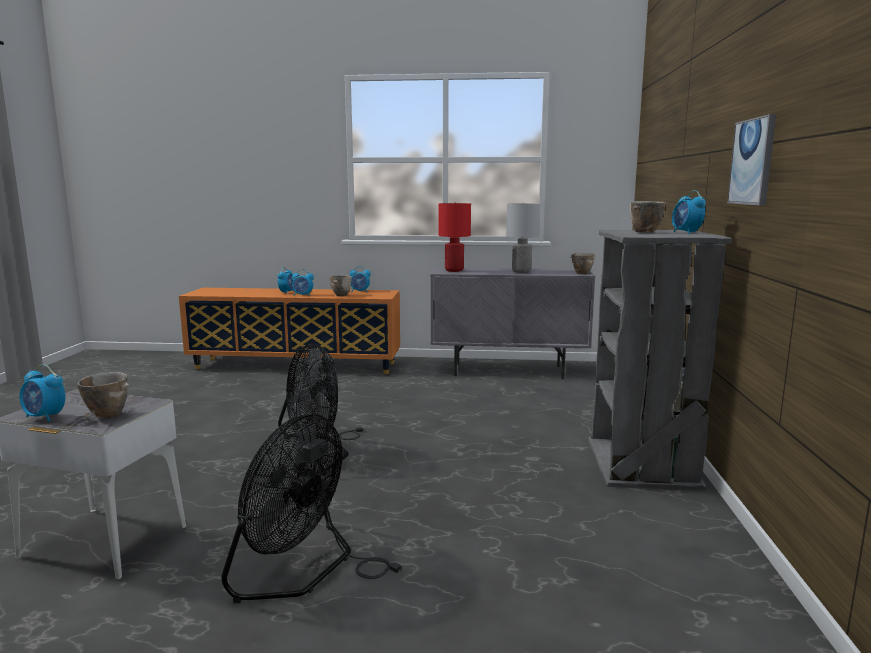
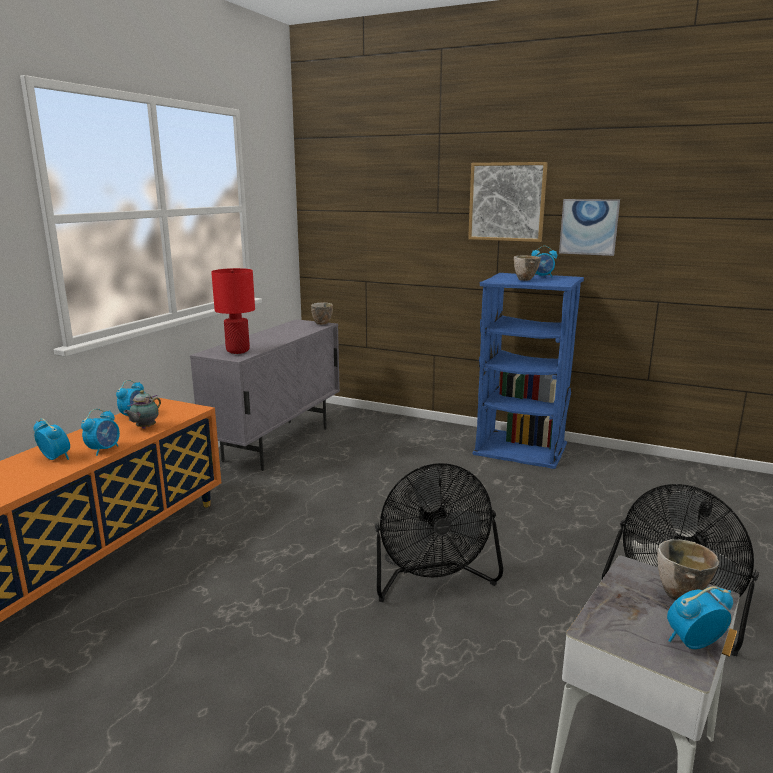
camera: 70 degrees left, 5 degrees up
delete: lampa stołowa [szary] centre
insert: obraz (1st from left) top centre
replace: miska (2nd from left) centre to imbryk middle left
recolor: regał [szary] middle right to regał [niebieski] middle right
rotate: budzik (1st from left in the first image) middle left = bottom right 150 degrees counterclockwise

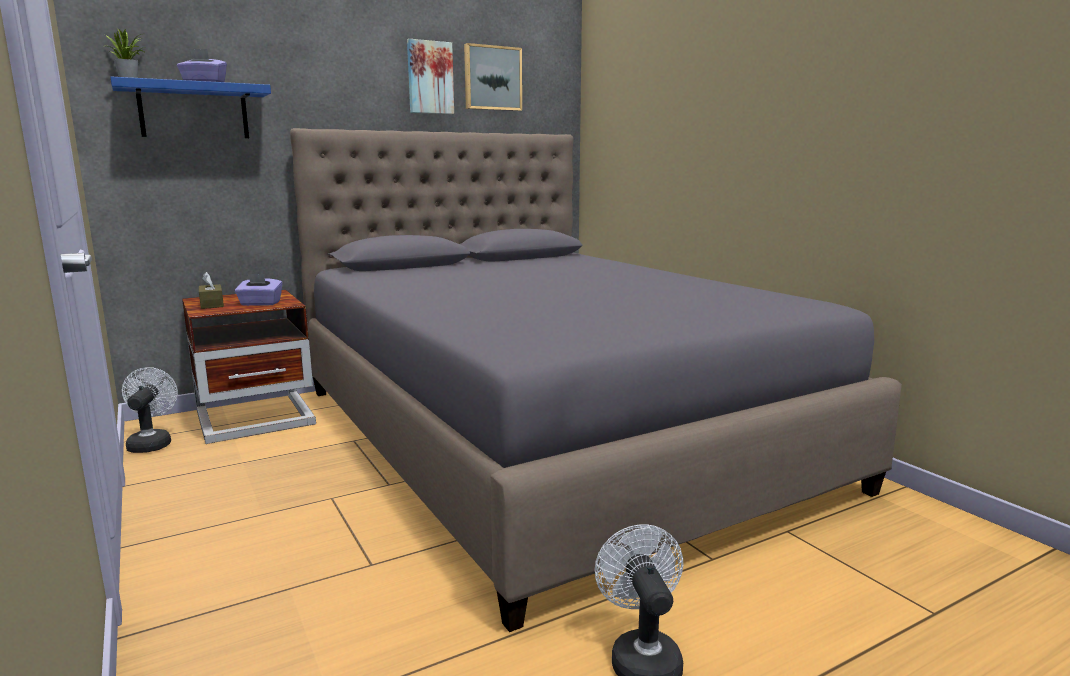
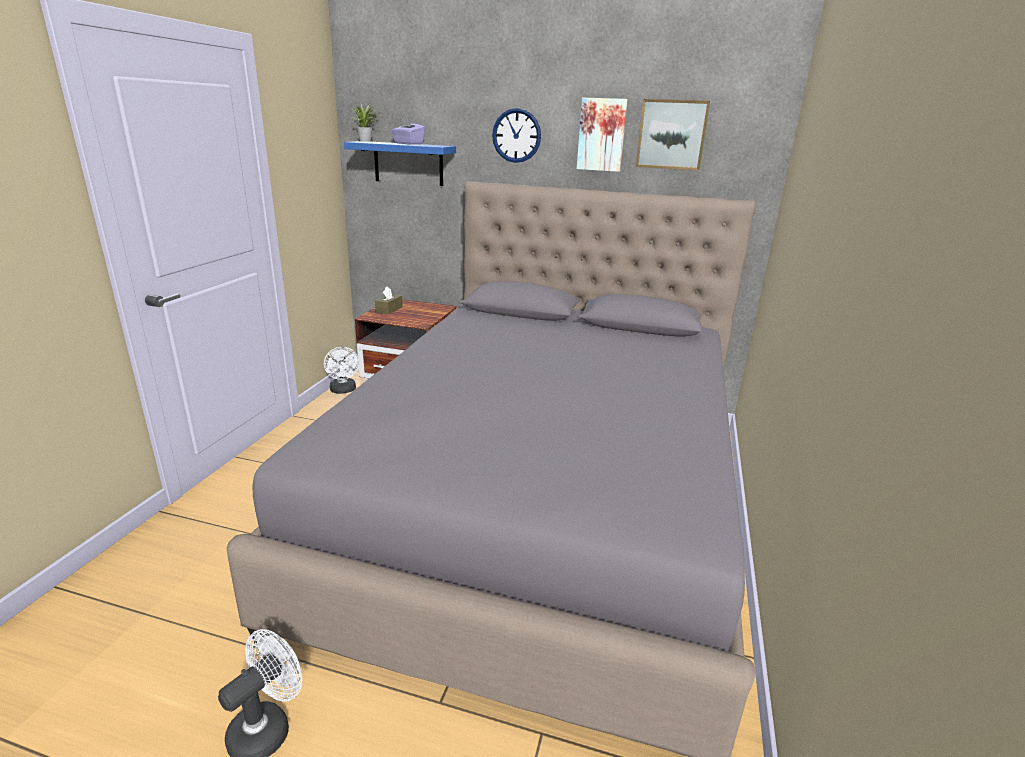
camera: 45 degrees right, 10 degrees up
delete: pudełko chusteczek [fioletowy] (2nd from left) middle left
insert: zegar ścienny top centre
rotate: wentylator [biały] (1st from left in the first image) middle left = middle left 120 degrees clockwise

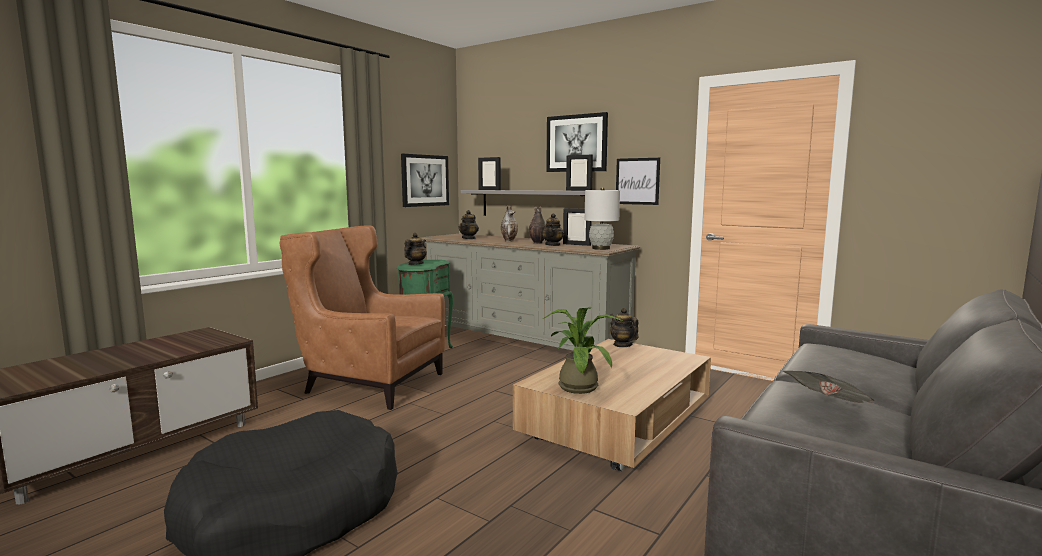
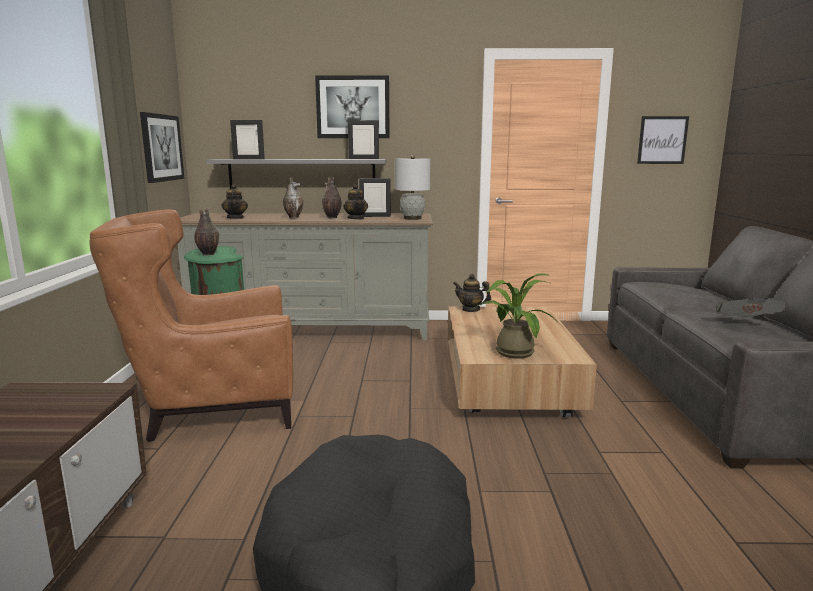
camera: 35 degrees left, 5 degrees up
move: obraz (3rd from left) top centre to top right
replace: imbryk (1st from left) centre to wazon (1st from left) middle left

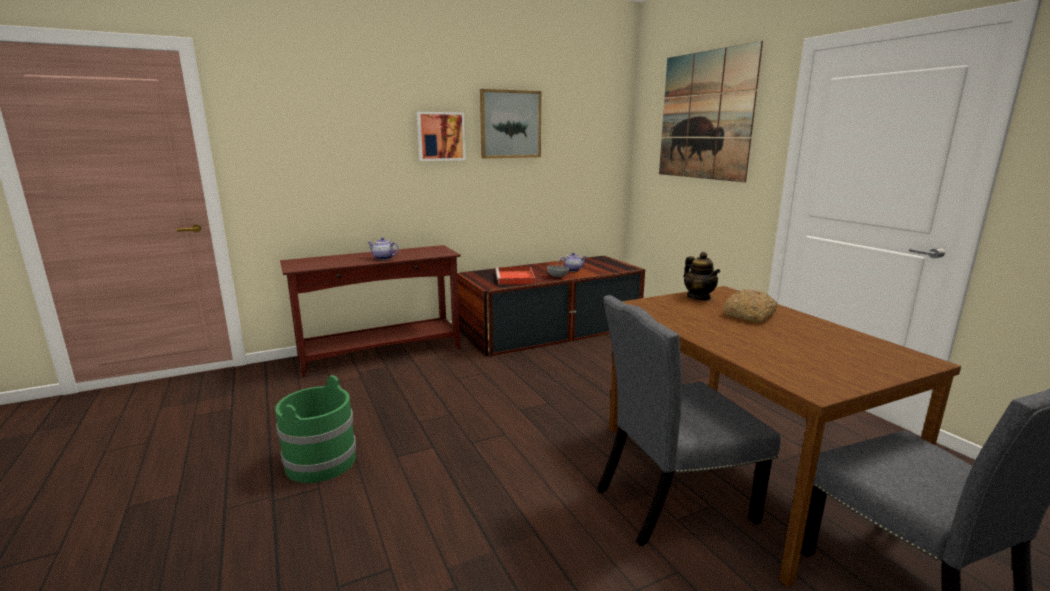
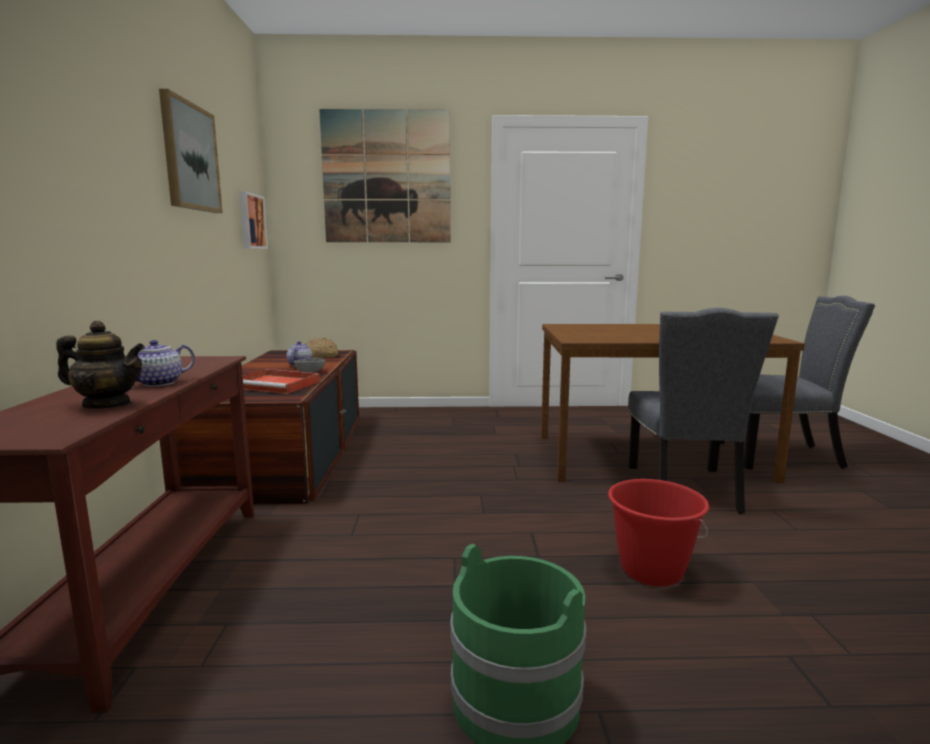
camera: 65 degrees left, 5 degrees down
insert: wiadro [czerwony] bottom right
move: imbryk (3rd from left in the first image) middle right to imbryk (1st from left) middle left; obraz (1st from left in the first image) top centre to obraz (2nd from left) top left; chleb middle right to centre

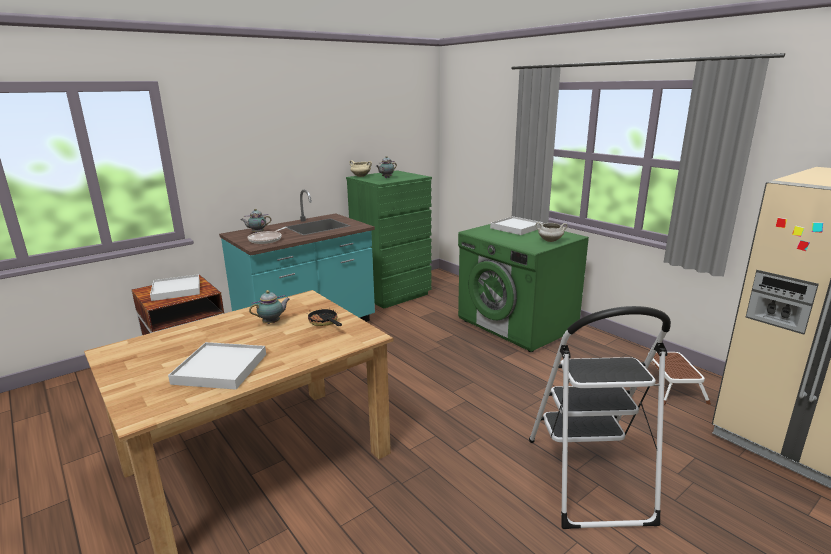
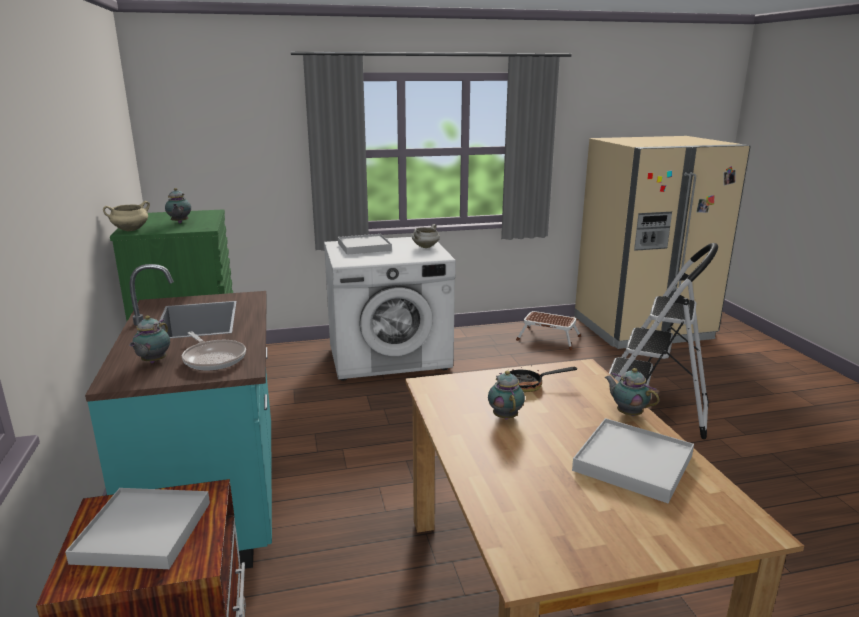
camera: 65 degrees left, 0 degrees up
insert: imbryk (4th from left) middle right
recolor: pralka [zielony] centre to pralka [biały] centre

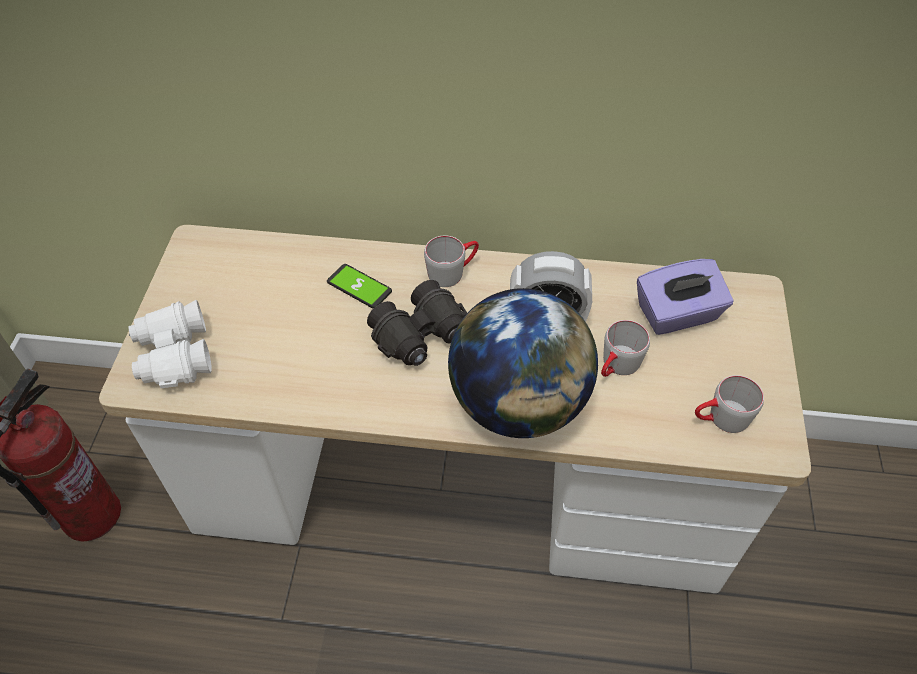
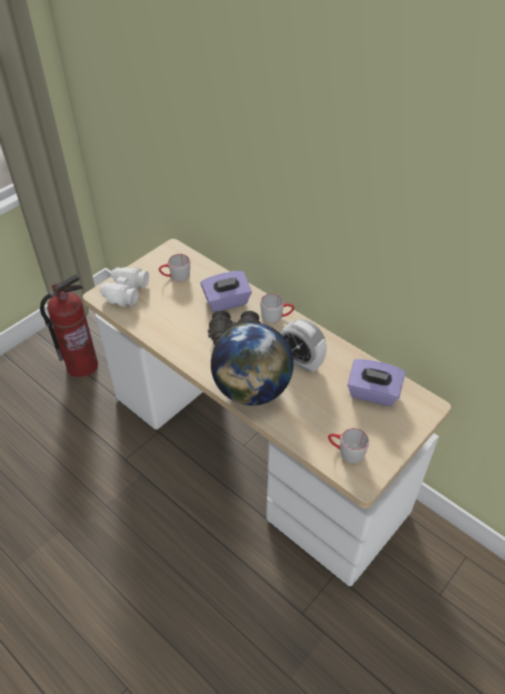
camera: 35 degrees right, 5 degrees down
move: kubek [szary] (2nd from left in the first image) middle right to kubek [szary] (1st from left) centre
replace: telefon centre to pudełko chusteczek [fioletowy] (1st from left) centre

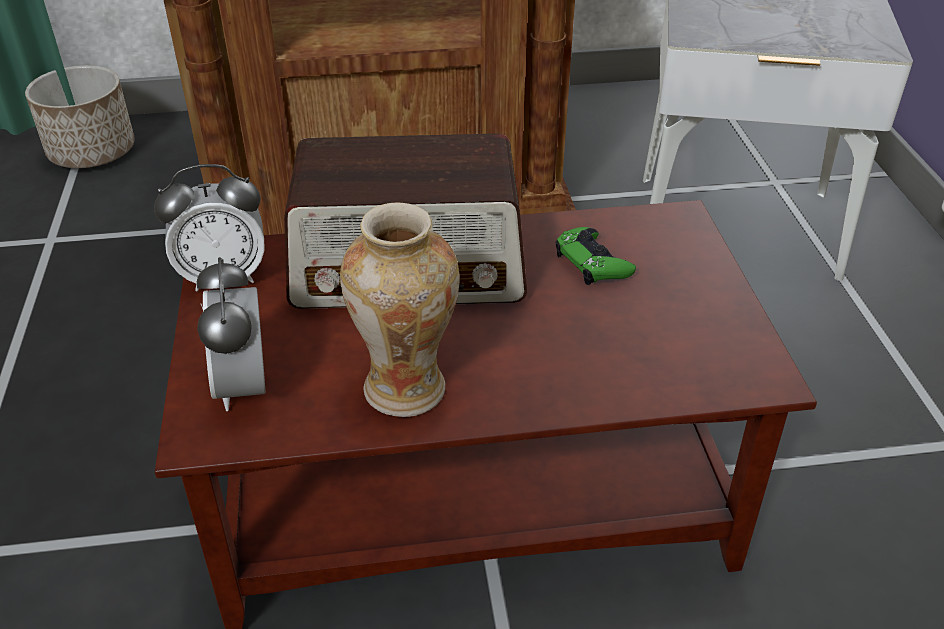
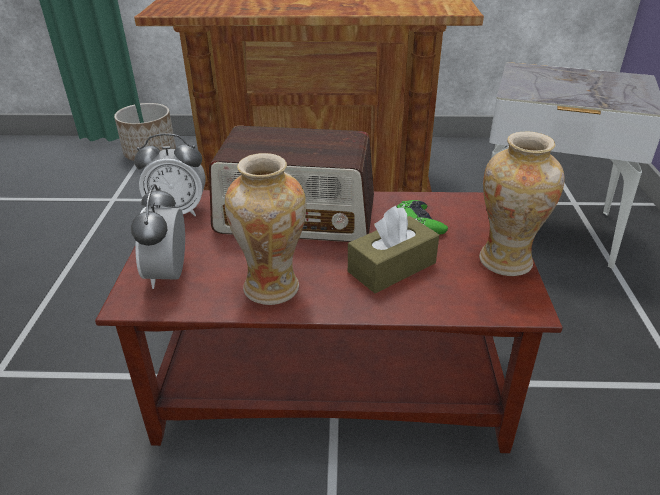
camera: 10 degrees right, 5 degrees down
insert: pudełko chusteczek [brązowy] centre; wazon (2nd from left) middle right

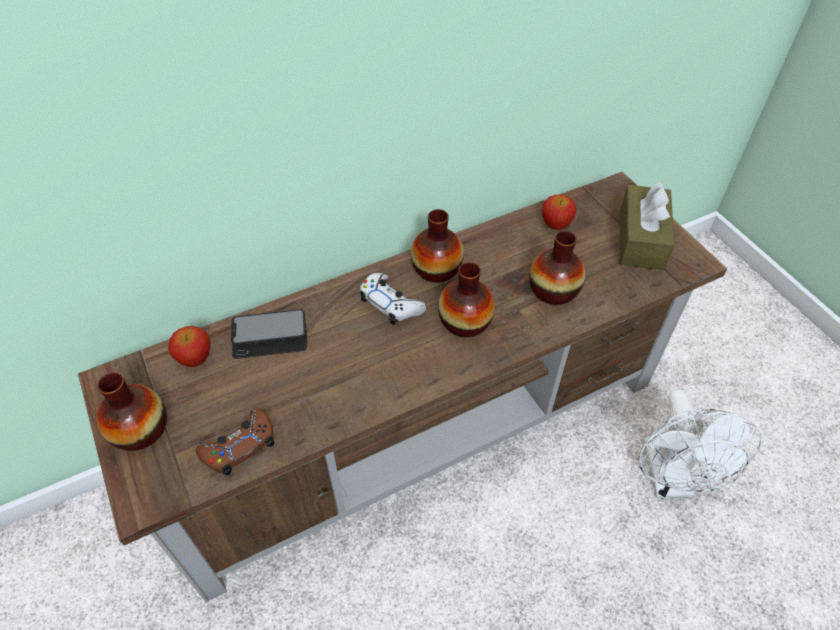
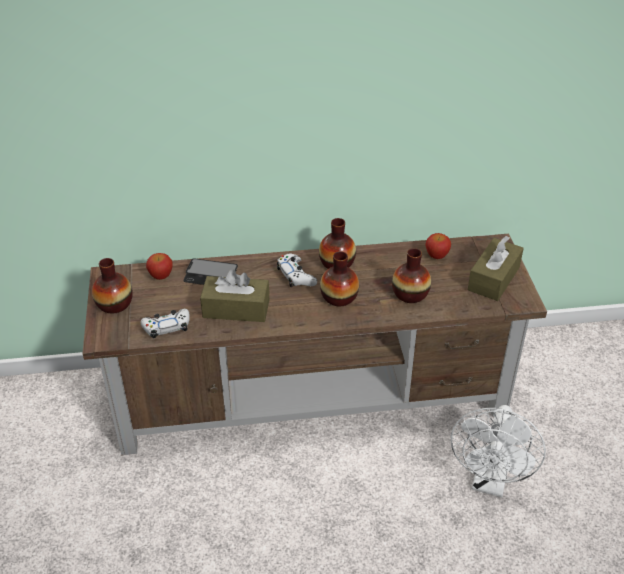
camera: 20 degrees right, 10 degrees down
insert: pudełko chusteczek [brązowy] (1st from left) centre
recolor: pad do gier [brązowy] bottom left to pad do gier [biały] (1st from left) middle left

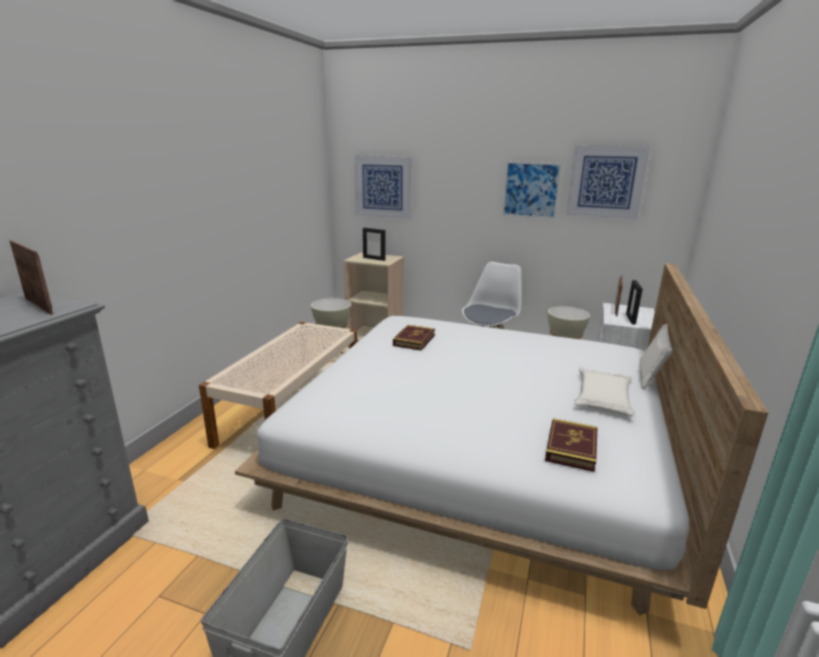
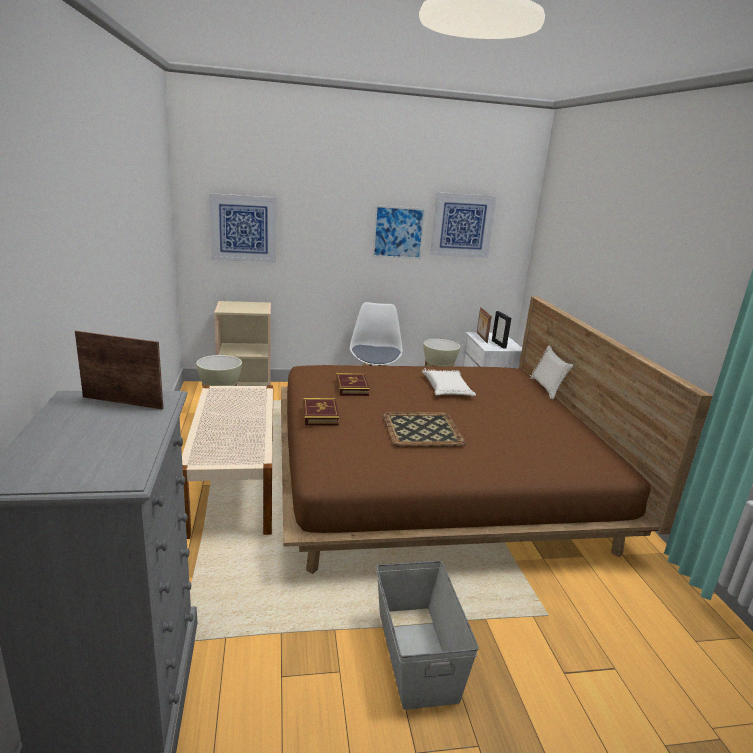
camera: 30 degrees left, 0 degrees up
delete: ramka na zdjęcie (2nd from left) centre
insert: taca centre
move: książka (2nd from left in the first image) bottom right to książka (1st from left) centre; poduszka [biały] (1st from left) middle right to centre
recolor: łóżko [biały] bottom centre to łóżko [brązowy] centre

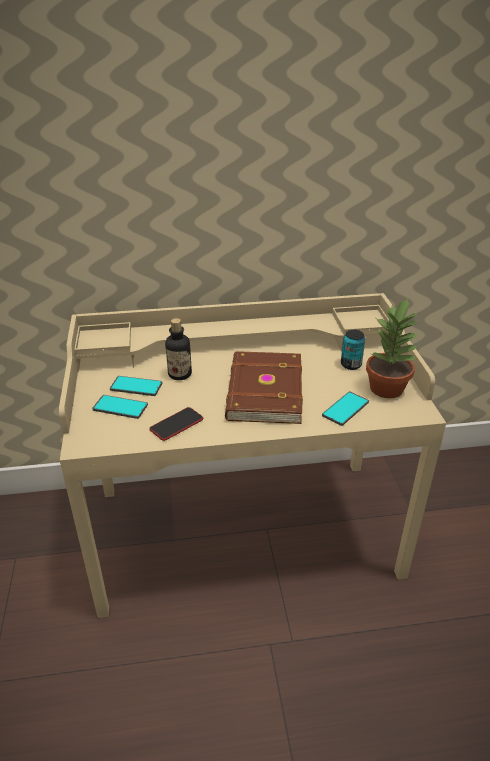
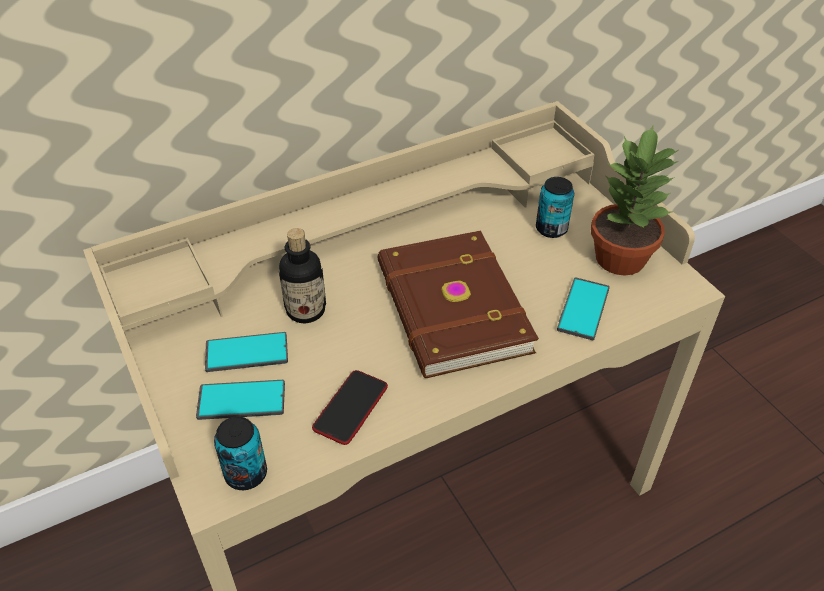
camera: 20 degrees left, 10 degrees up
insert: puszka (1st from left) bottom left

